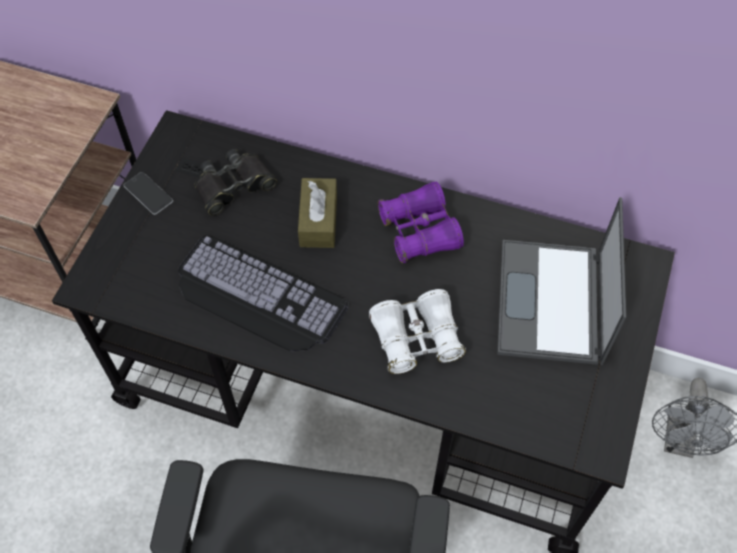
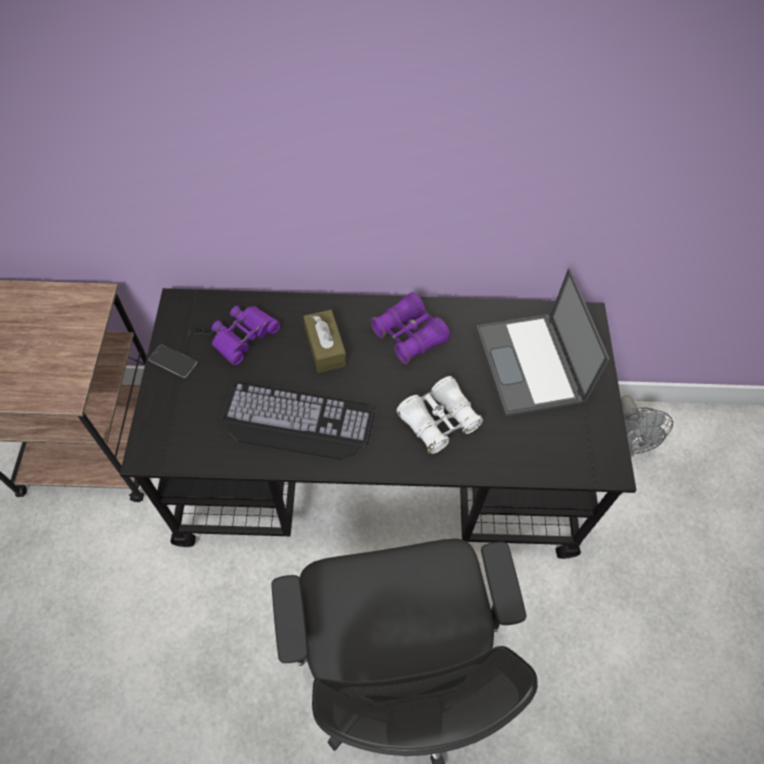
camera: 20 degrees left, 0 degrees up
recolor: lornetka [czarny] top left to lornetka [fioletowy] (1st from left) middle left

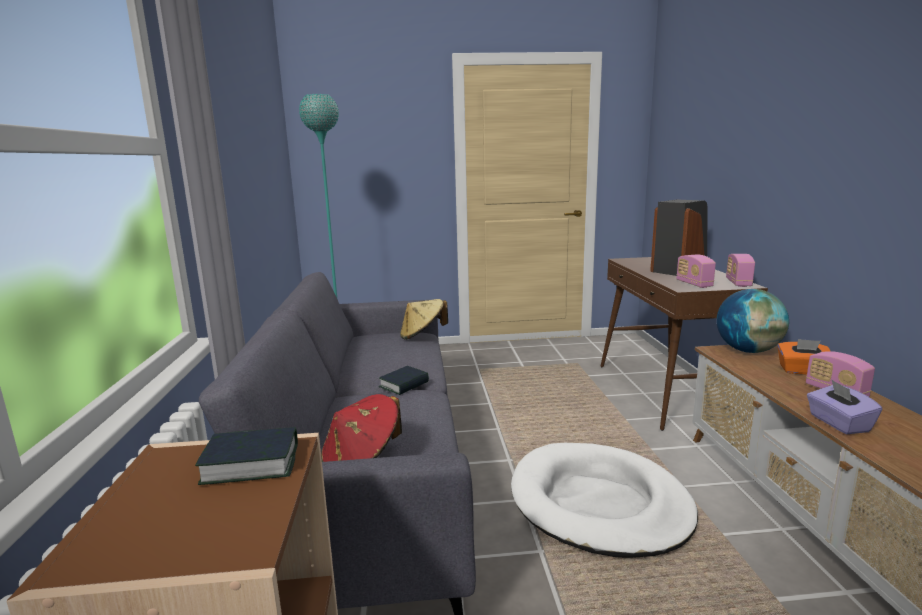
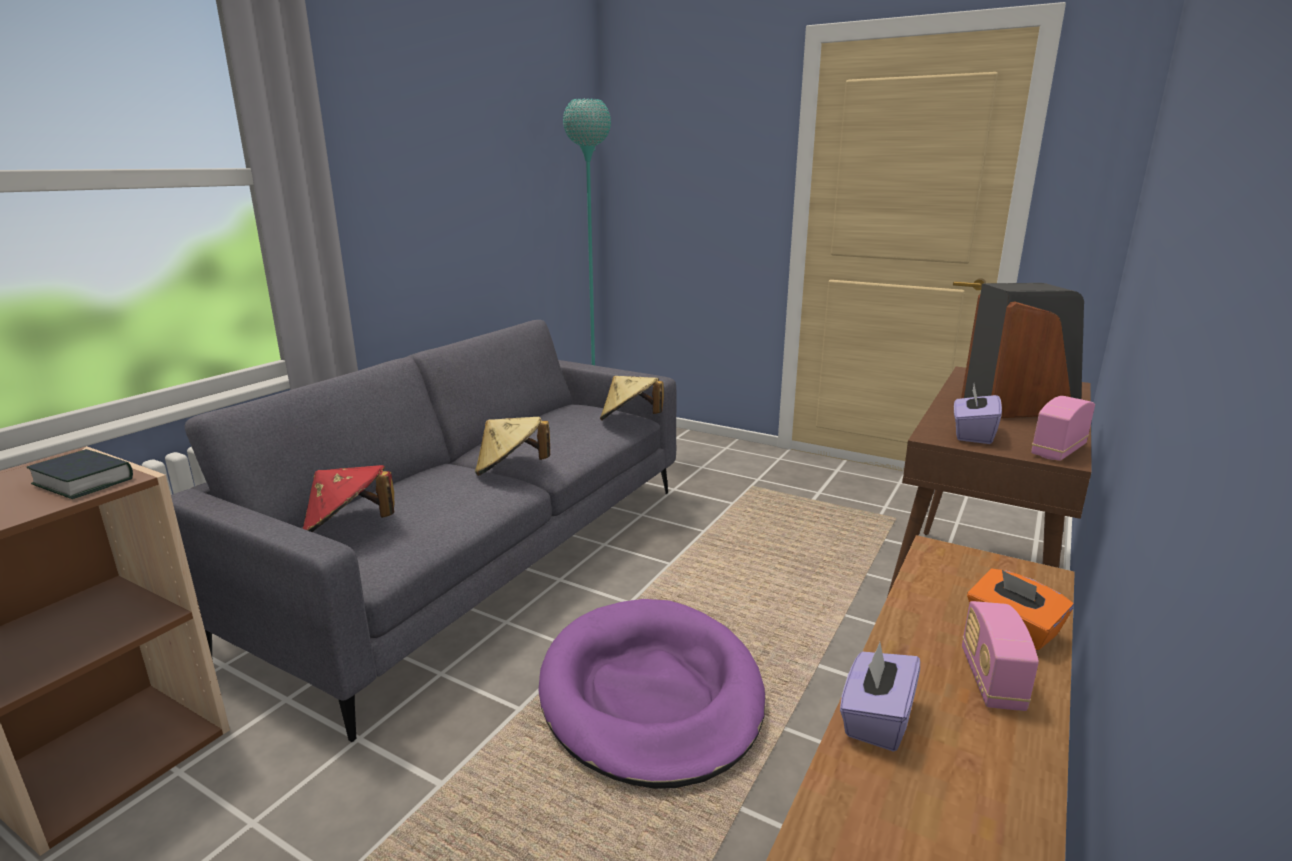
camera: 35 degrees right, 5 degrees up
delete: globus middle right
replace: książka (2nd from left) centre to kapelusz [beżowy] (1st from left) centre; radio (1st from left) middle right to pudełko chusteczek [fioletowy] (2nd from left) middle right
recolor: legowisko [biały] bottom centre to legowisko [fioletowy] bottom centre

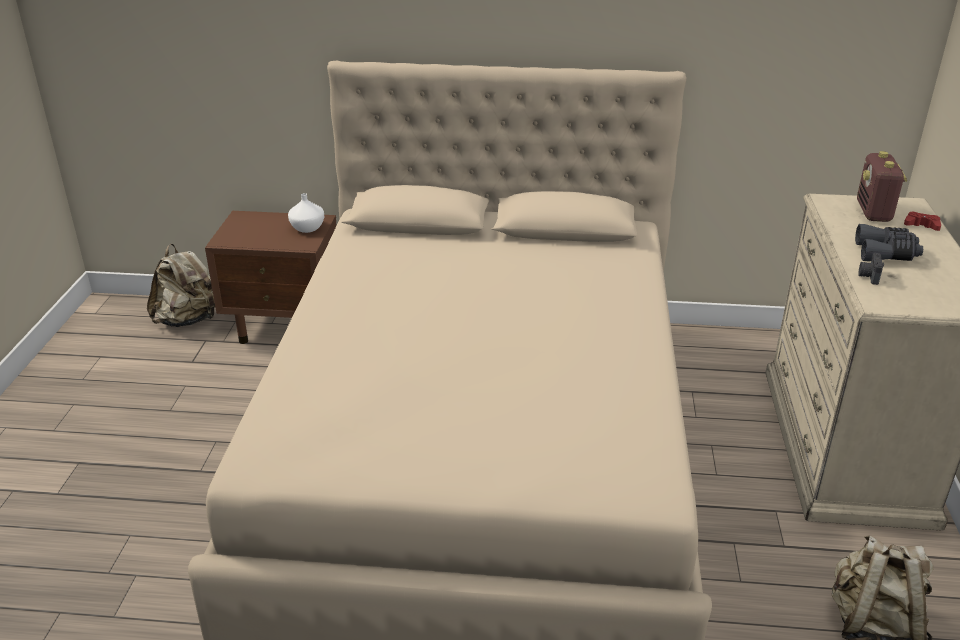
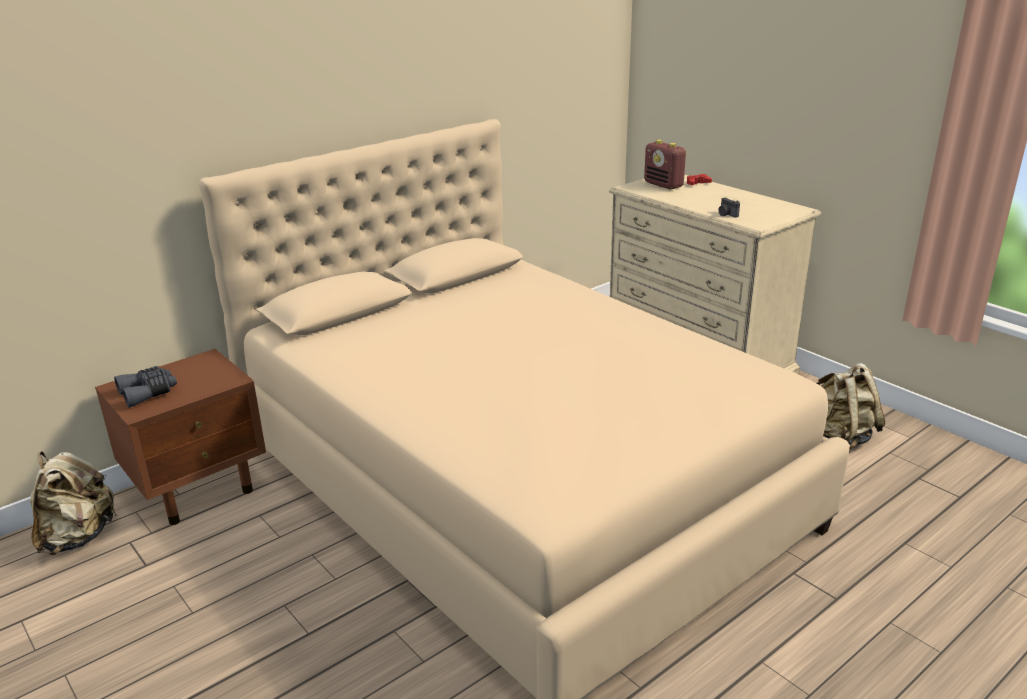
camera: 45 degrees left, 5 degrees down
delete: wazon [biały] top left
move: lornetka [szary] middle right to middle left

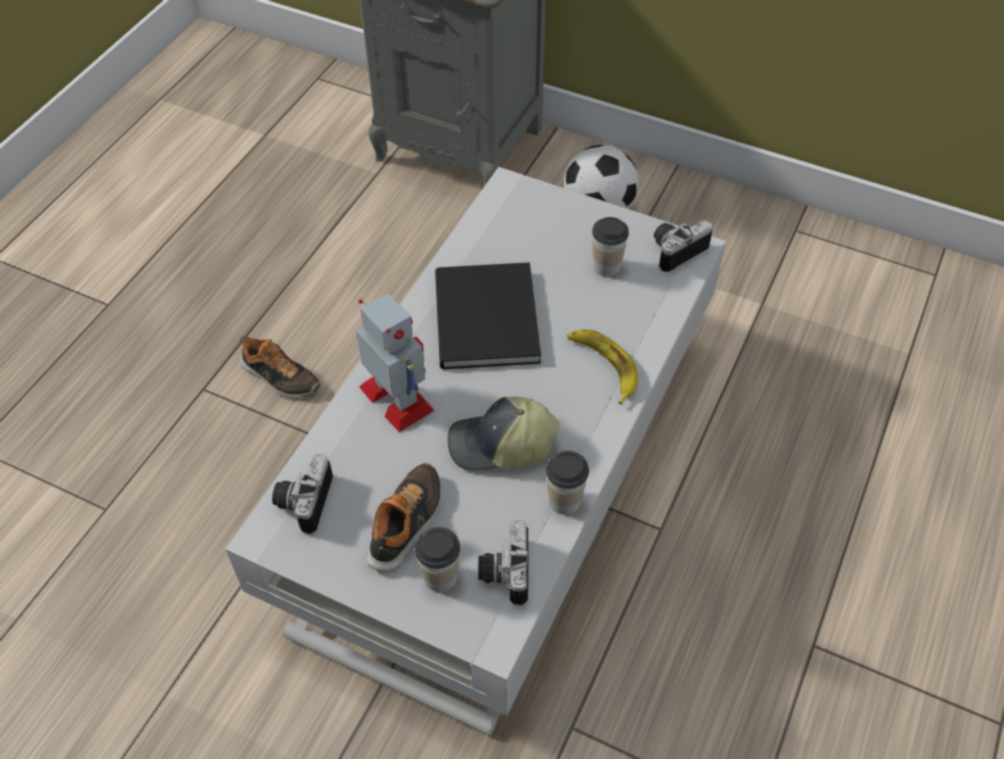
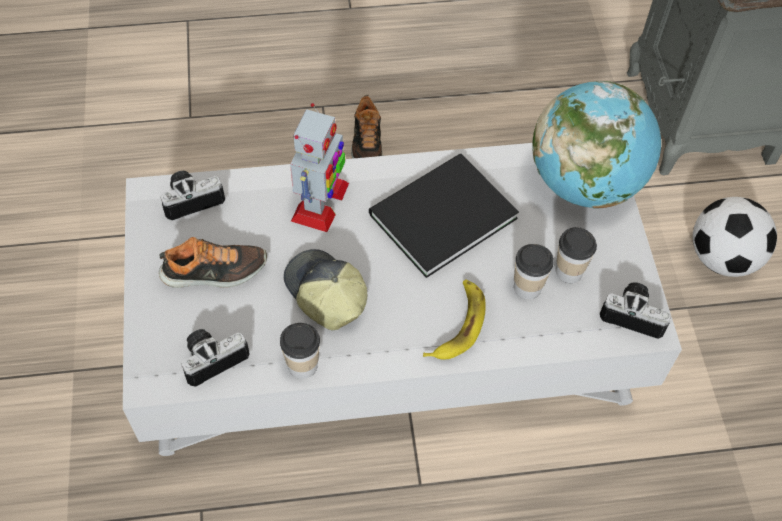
camera: 55 degrees right, 5 degrees up
insert: globus top right
move: filiżanka (1st from left in the first image) bottom centre to filiżanka (2nd from left) middle right

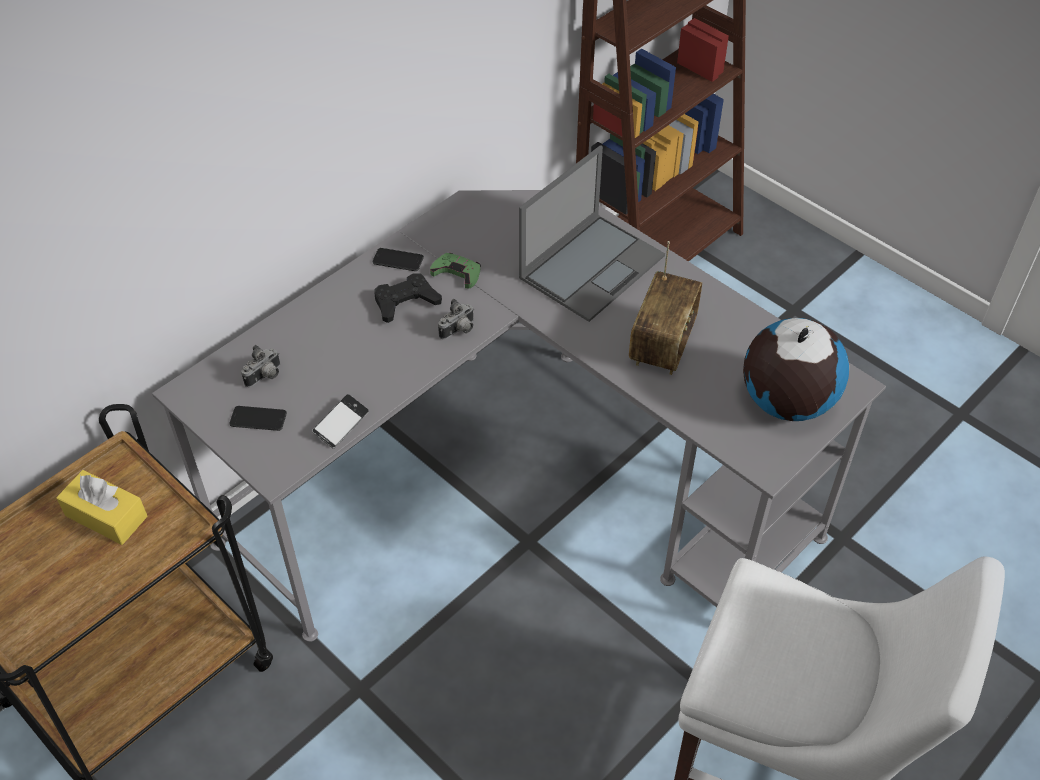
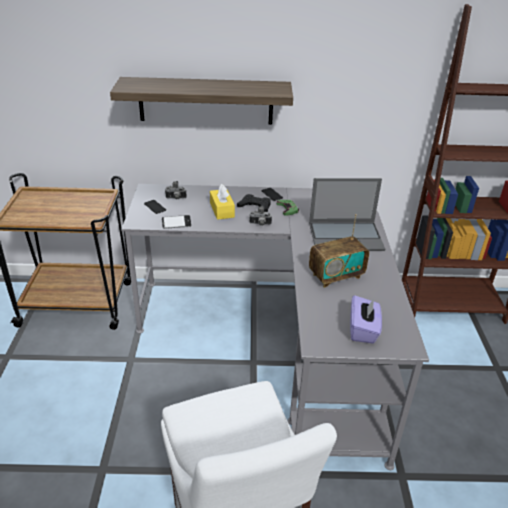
camera: 45 degrees right, 15 degrees down
insert: półka top centre
move: pudełko chusteczek [żółty] middle left to centre
replace: globus middle right to pudełko chusteczek [fioletowy] middle right

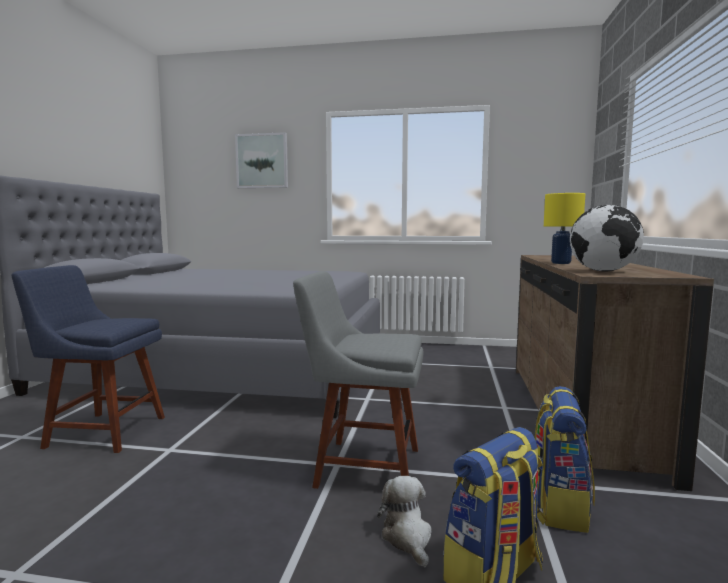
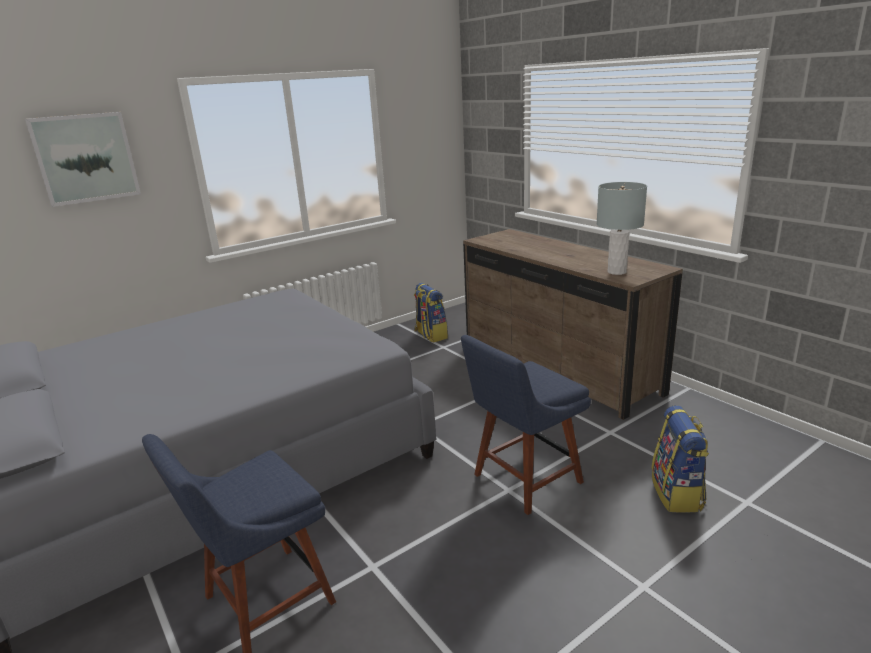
camera: 45 degrees left, 15 degrees up
delete: pluszak bottom centre; lampa stołowa [żółty] middle right
move: plecak (2nd from left in the first image) bottom right to plecak (1st from left) centre
replace: globus middle right to lampa stołowa [szary] middle right
recolor: krzesło [szary] centre to krzesło [niebieski] (2nd from left) centre

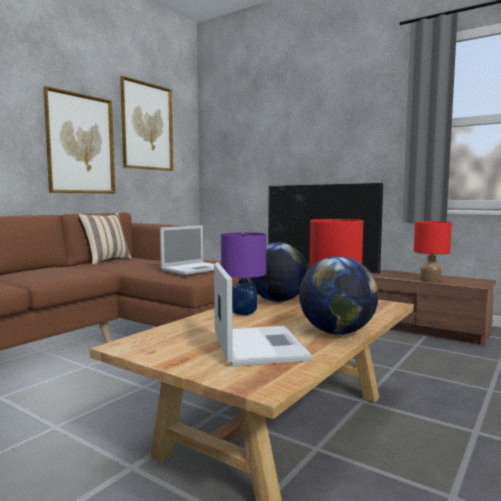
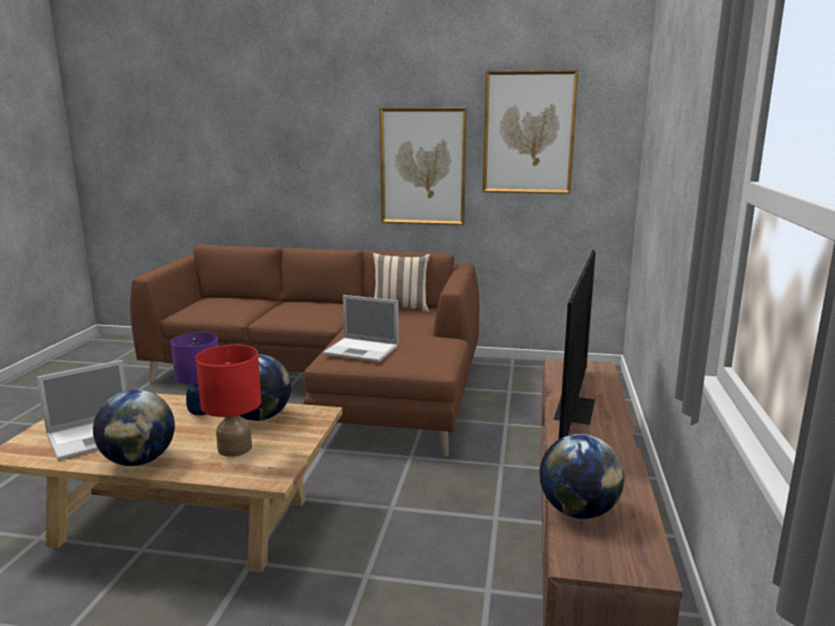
camera: 65 degrees right, 10 degrees up
replace: lampa stołowa [czerwony] (2nd from left) middle right to globus (3rd from left) bottom right

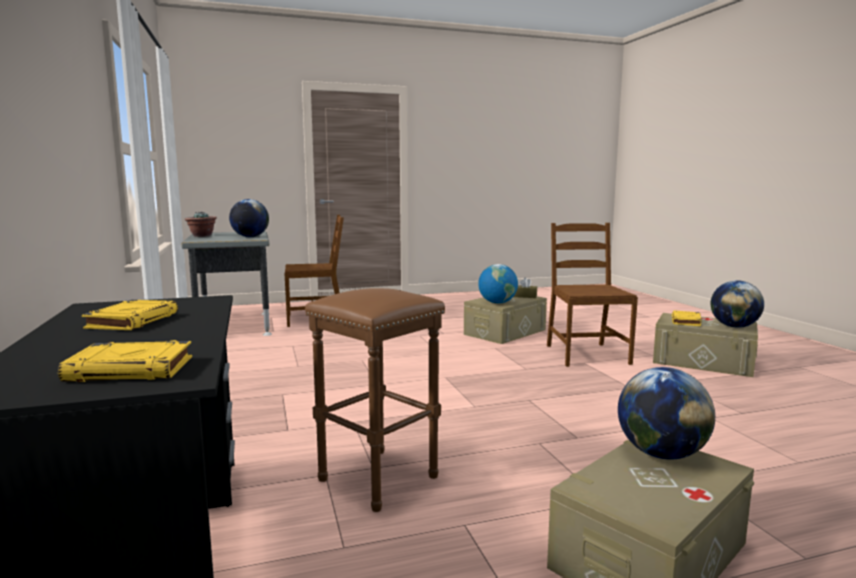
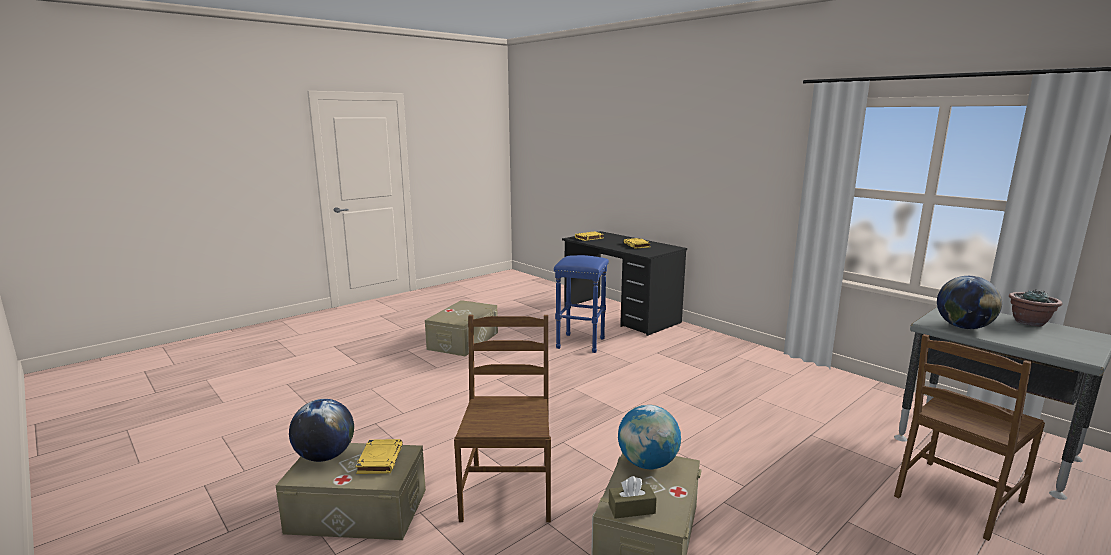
camera: 155 degrees right, 5 degrees up
delete: globus (3rd from left) bottom right
recolor: stołek [brązowy] bottom centre to stołek [niebieski] centre
rotate: krzesło [brązowy] (2nd from left in the first image) middle right = bottom centre 150 degrees counterclockwise

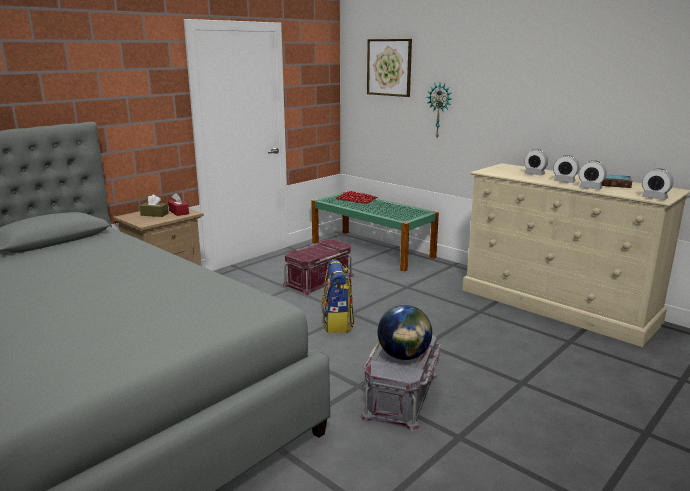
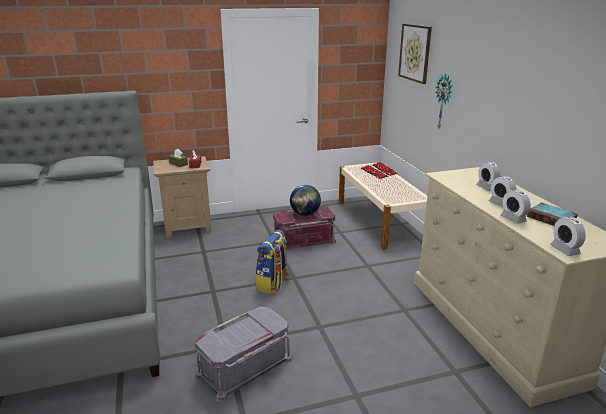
camera: 30 degrees right, 5 degrees up
move: globus bottom centre to centre
recolor: ławka [zielony] centre to ławka [beżowy] centre

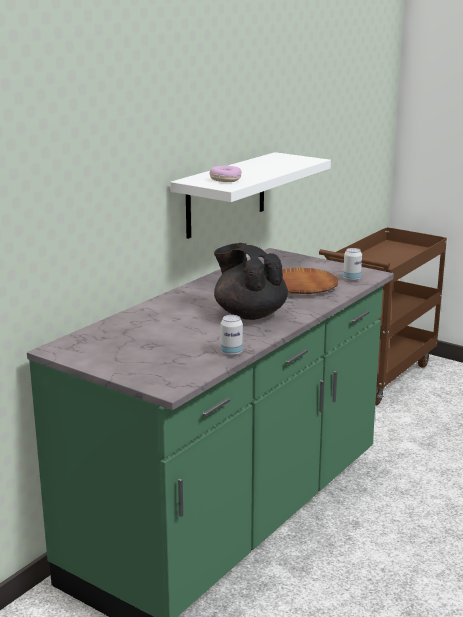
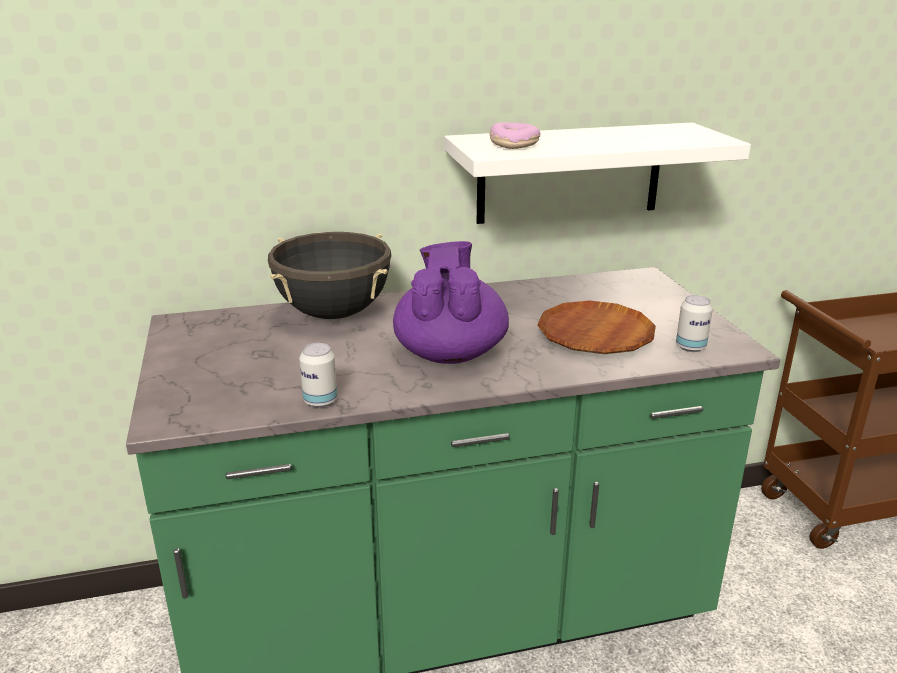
camera: 40 degrees right, 5 degrees up
insert: garnek [czarny] centre
recolor: imbryk [czarny] centre to imbryk [fioletowy] centre

